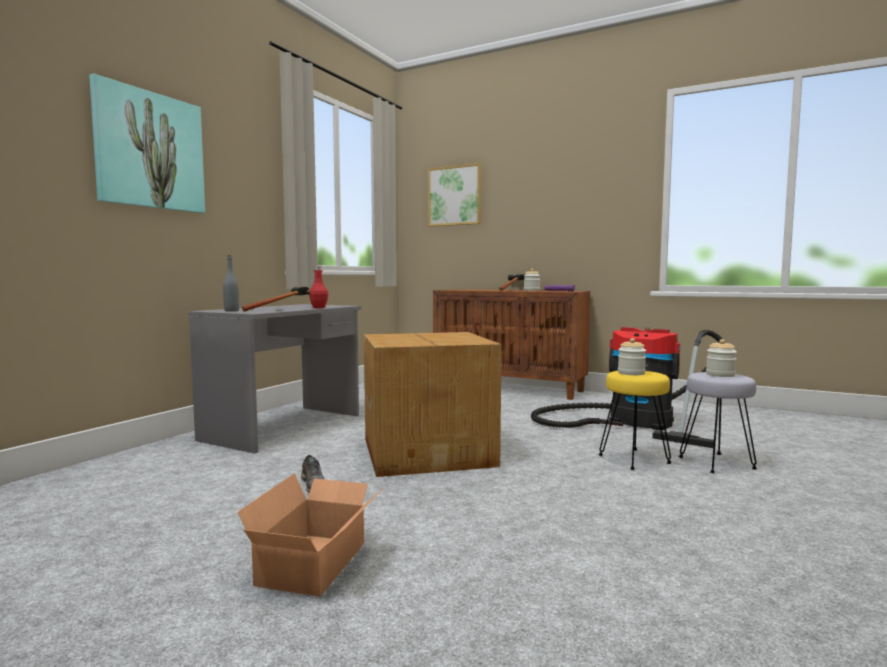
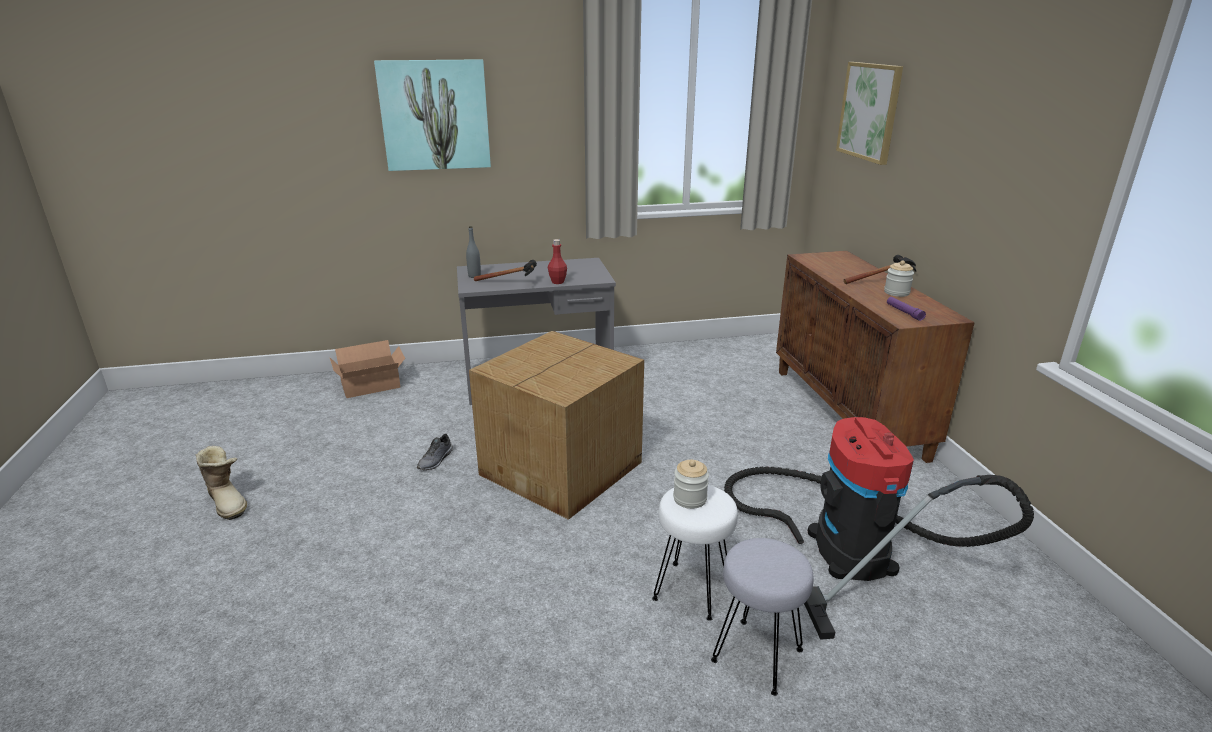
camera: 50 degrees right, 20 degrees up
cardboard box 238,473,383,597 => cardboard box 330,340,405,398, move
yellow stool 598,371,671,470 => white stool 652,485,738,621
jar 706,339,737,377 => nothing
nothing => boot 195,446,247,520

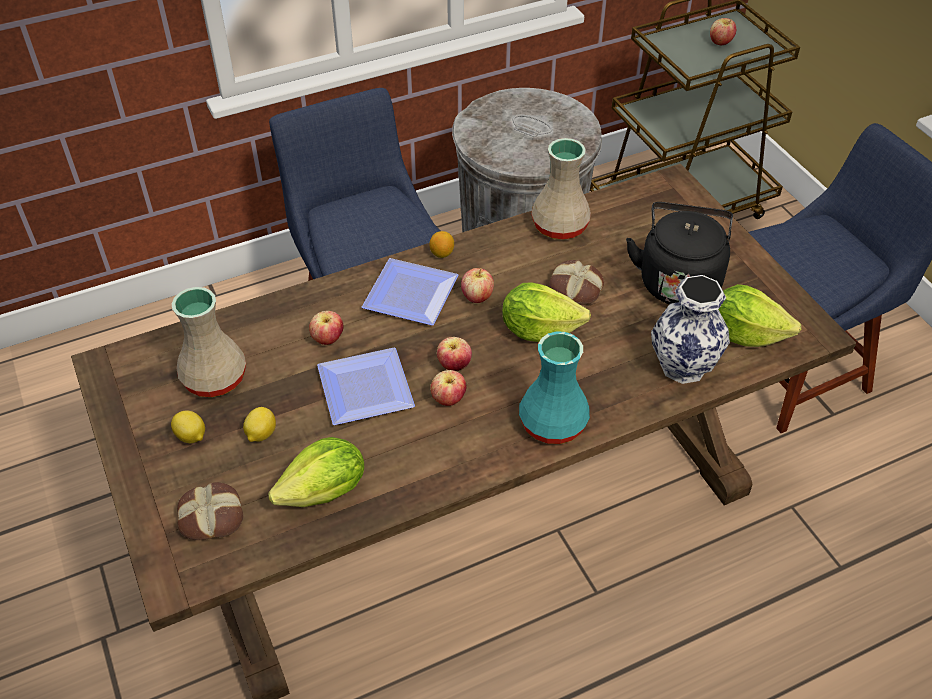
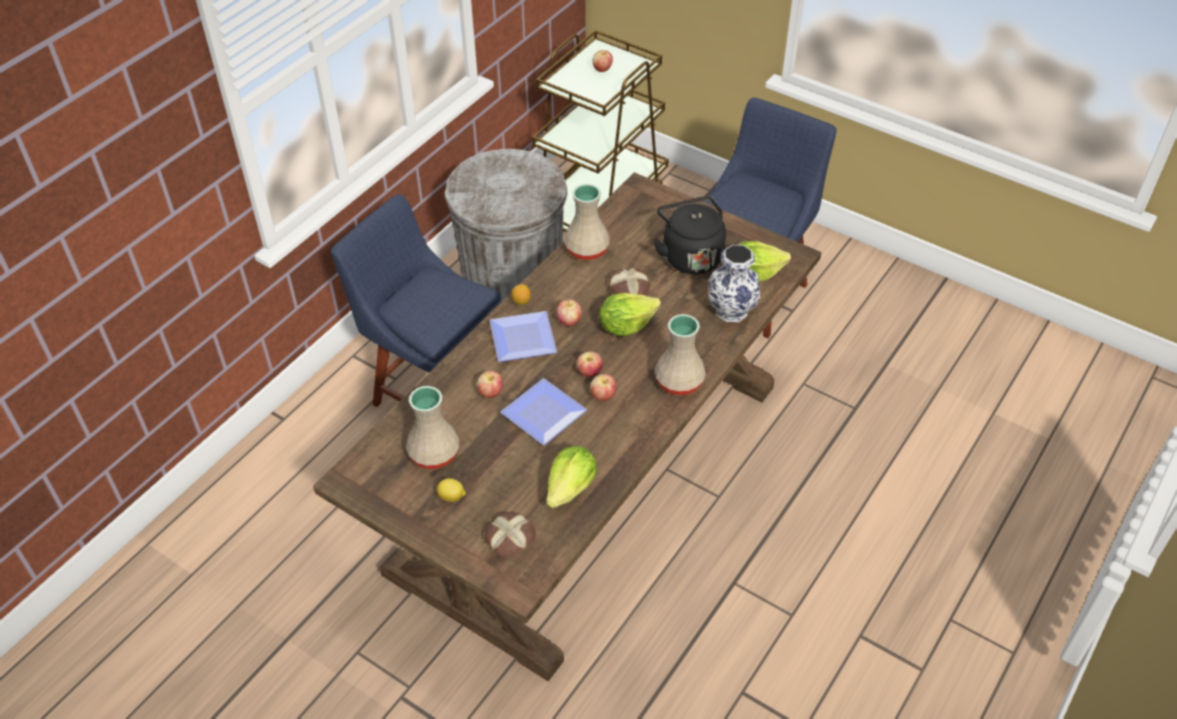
camera: 30 degrees left, 0 degrees up
lemon 243,407,276,442 => nothing
turquoise vase 519,331,590,444 => beige vase 655,314,706,395

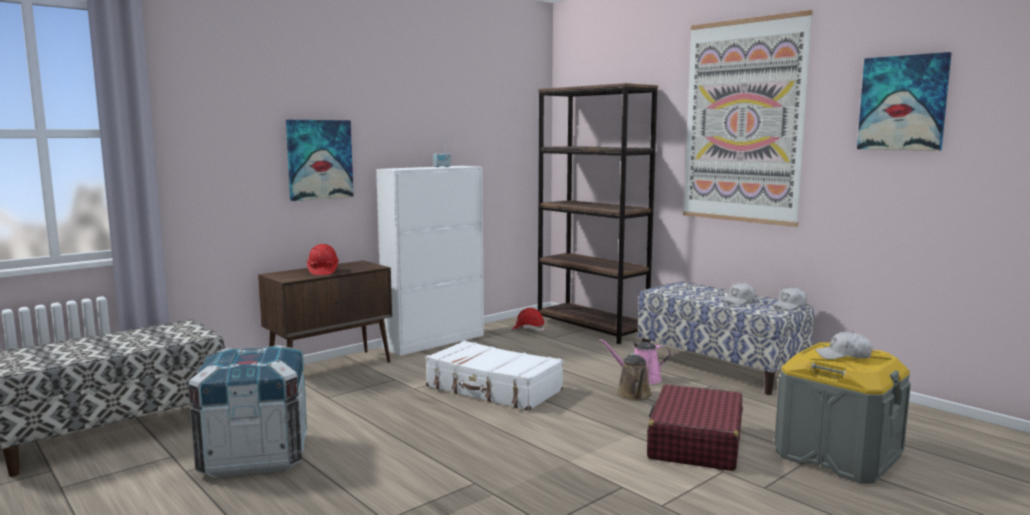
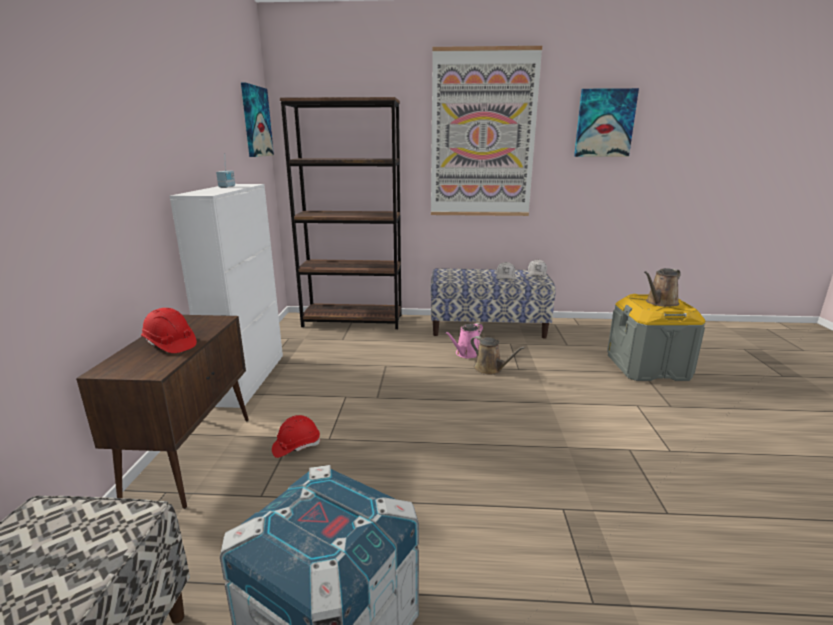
camera: 45 degrees left, 10 degrees up
picture 286,120,354,201 => picture 241,83,274,157, move
white suitcase 425,340,563,411 => nothing
red hard hat 512,308,545,331 => red hard hat 272,415,320,458, move
red suitcase 647,384,743,471 => nothing
white cap 815,331,872,359 => brown watering can 644,268,681,307

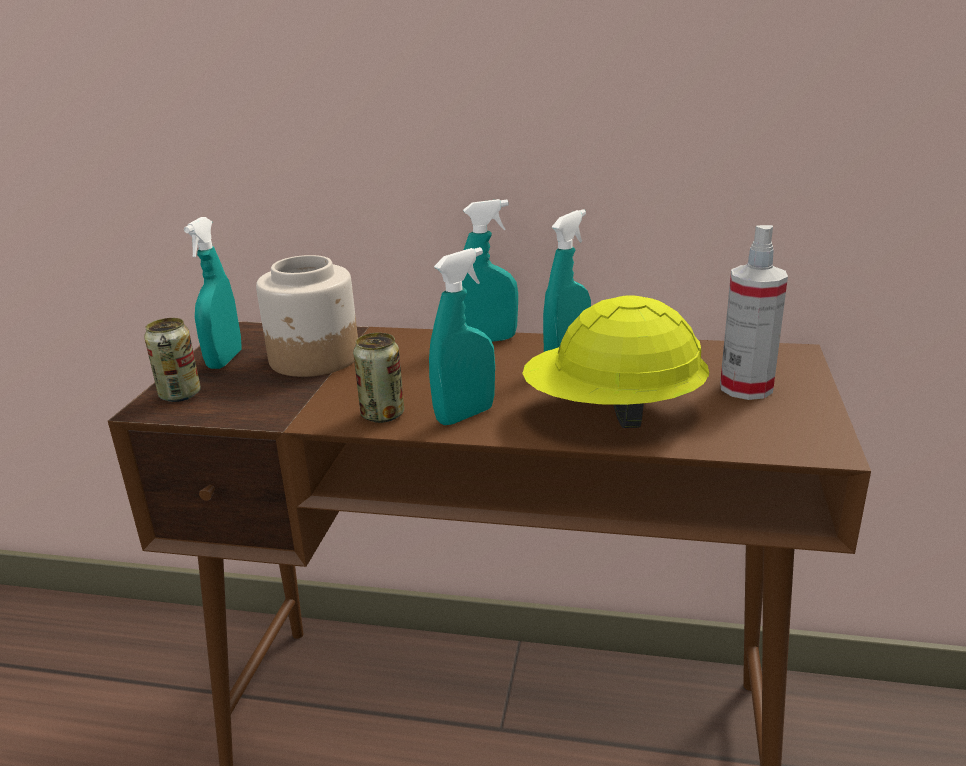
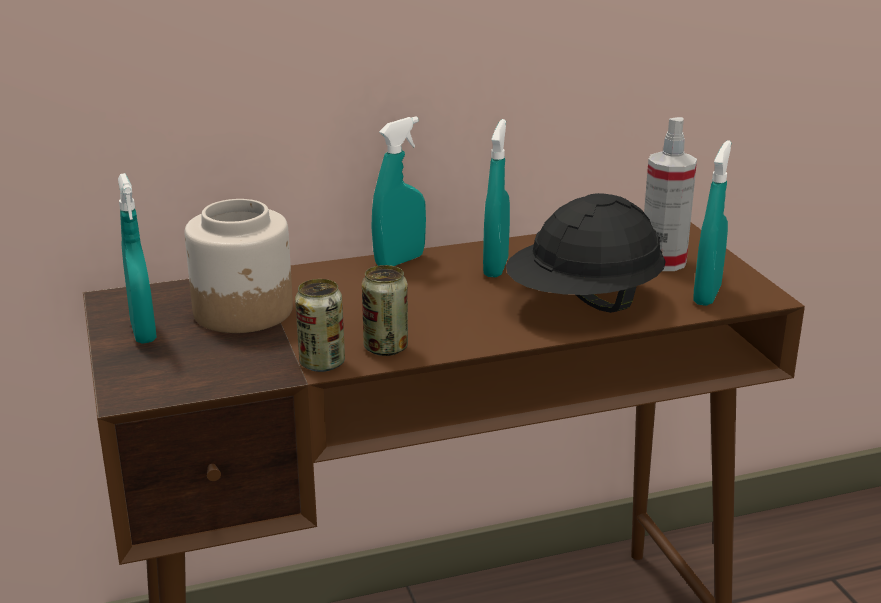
camera: 30 degrees left, 0 degrees up
can 144,318,201,402 => can 295,279,345,372, move
turquoise spray bottle 429,247,495,425 => turquoise spray bottle 693,140,731,306, move
yellow hard hat 522,295,709,428 => black hard hat 506,193,666,313

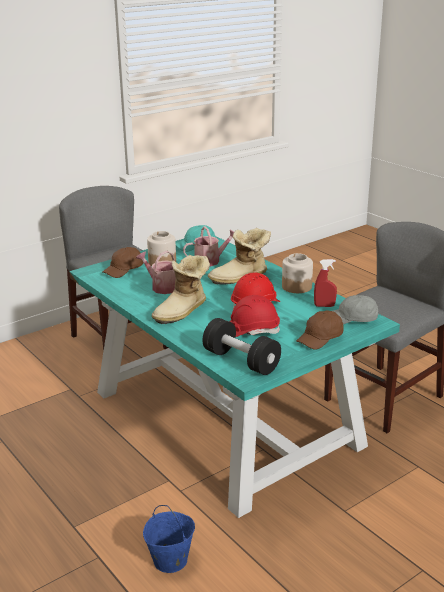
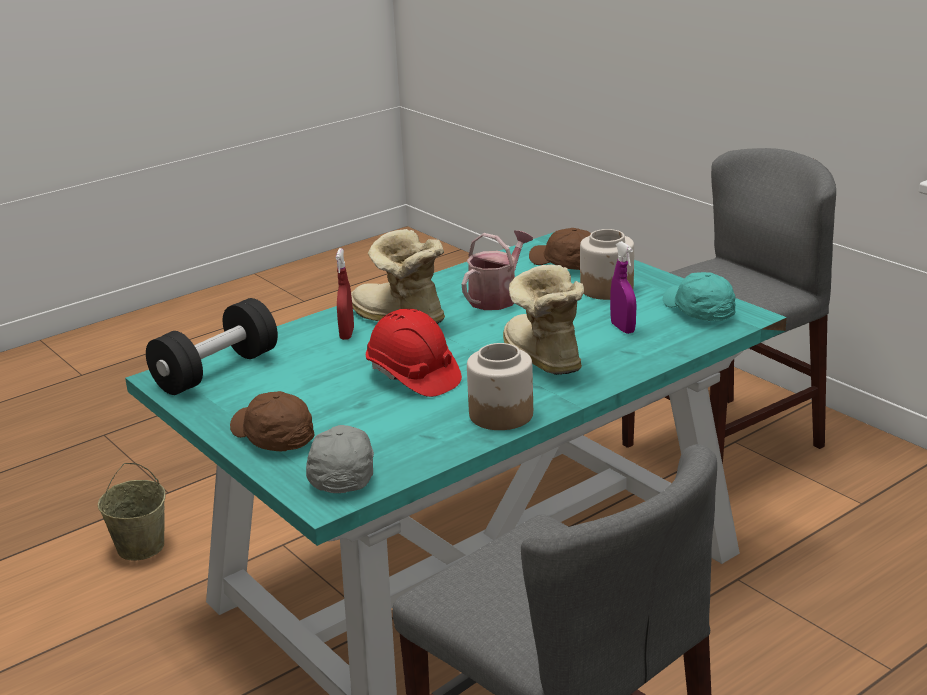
camera: 90 degrees right, 0 degrees up
blue bucket 143,505,195,573 => beige bucket 98,463,166,561
watering can 183,226,234,267 => purple spray bottle 610,241,637,334
red hard hat 229,295,280,337 => nothing
red spray bottle 314,259,337,307 => red spray bottle 336,248,354,340, move

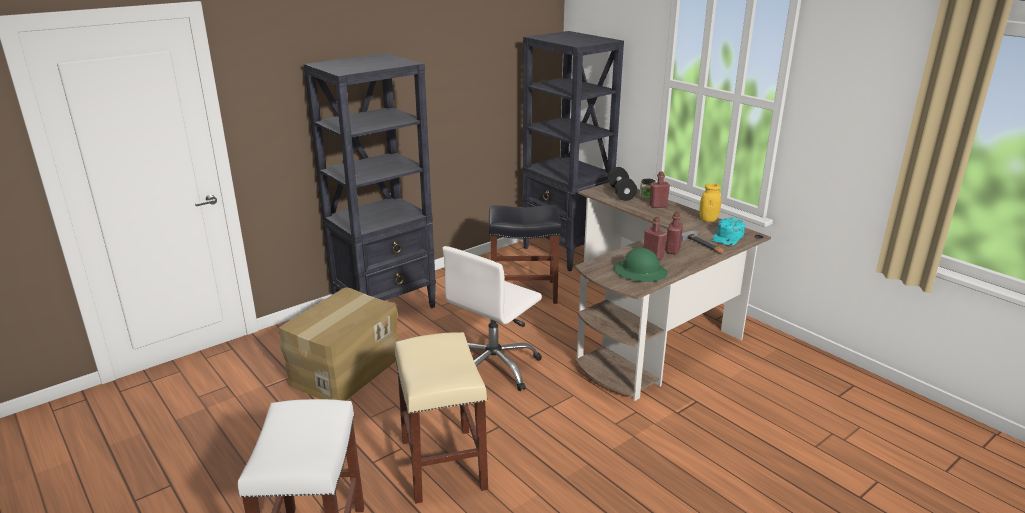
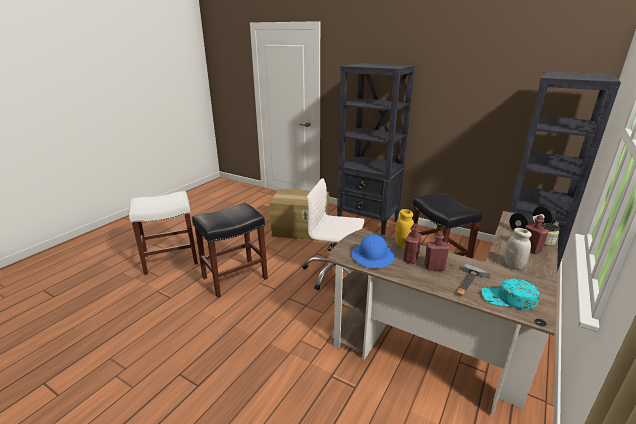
camera: 70 degrees right, 0 degrees up
beige stool 394,332,488,504 => black stool 192,203,268,298
green hard hat 614,248,668,282 => blue hard hat 352,234,395,268
yellow jar 700,183,721,222 => yellow jar 395,209,414,248, move
nothing => white jar 504,228,532,270

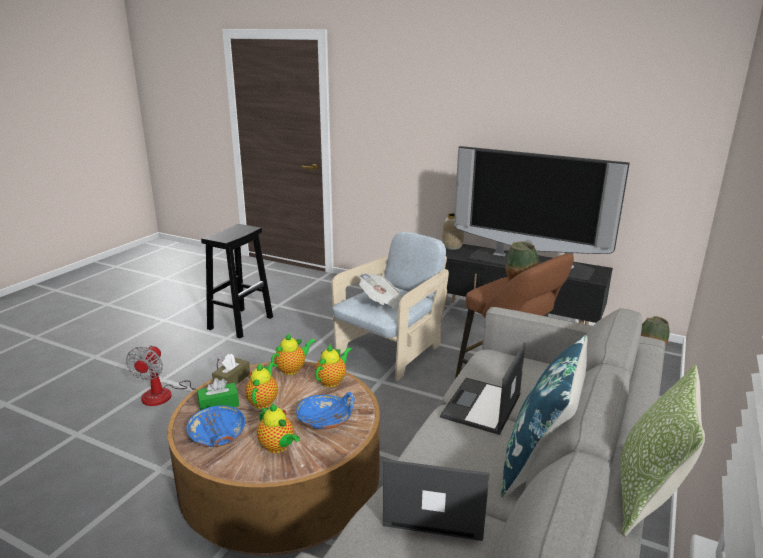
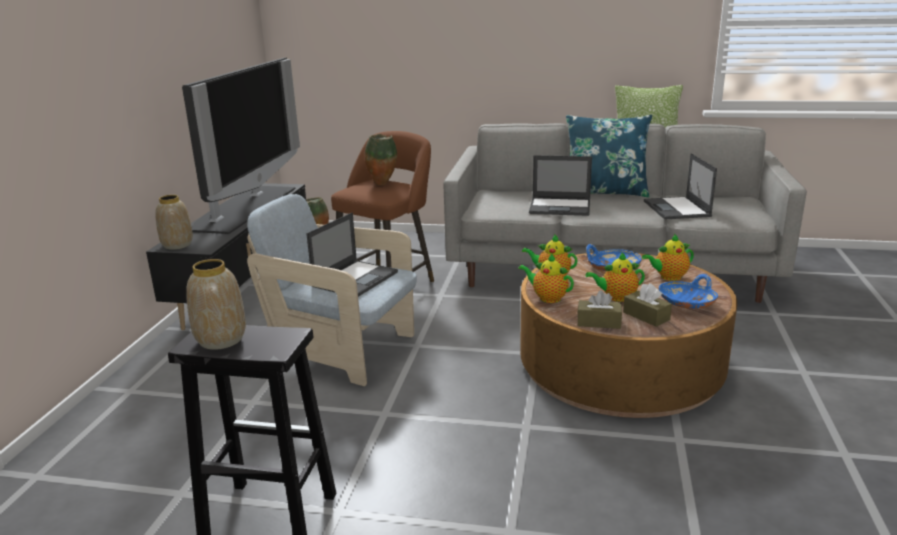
camera: 105 degrees left, 0 degrees up
fan 126,345,223,406 => nothing
green tissue box 197,378,239,410 => brown tissue box 623,283,672,327
teapot 257,404,300,453 => teapot 642,234,694,281, 135 degrees counterclockwise
newspaper 359,273,403,310 => laptop 306,212,398,297
nothing => vase 186,259,246,350

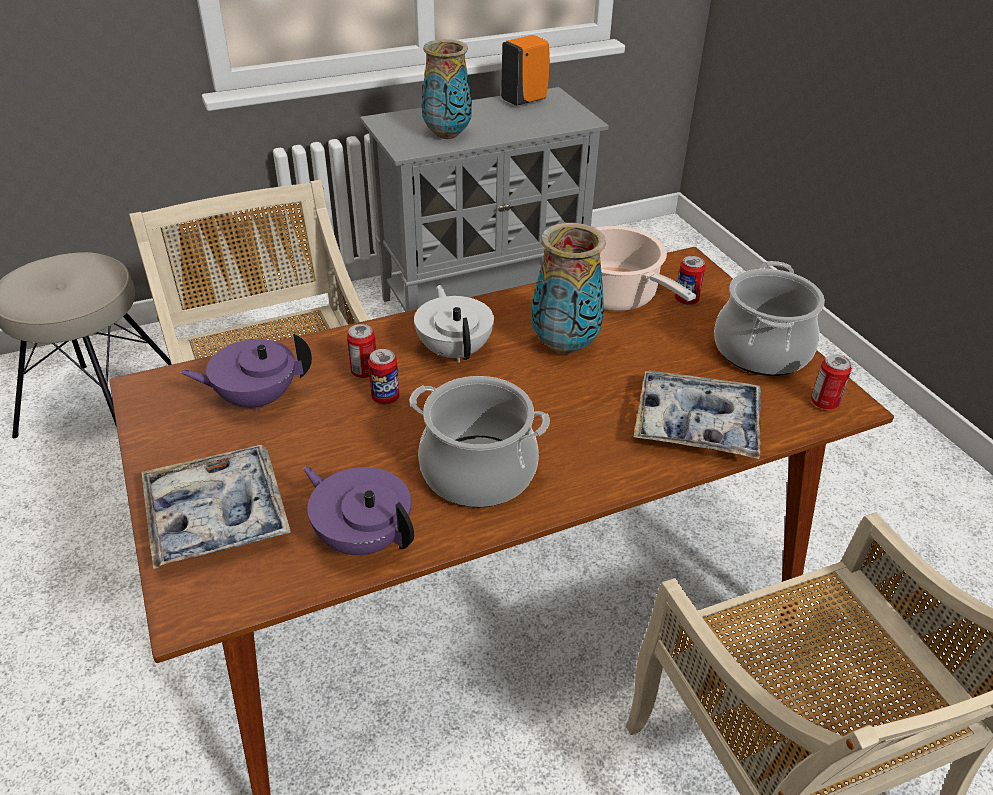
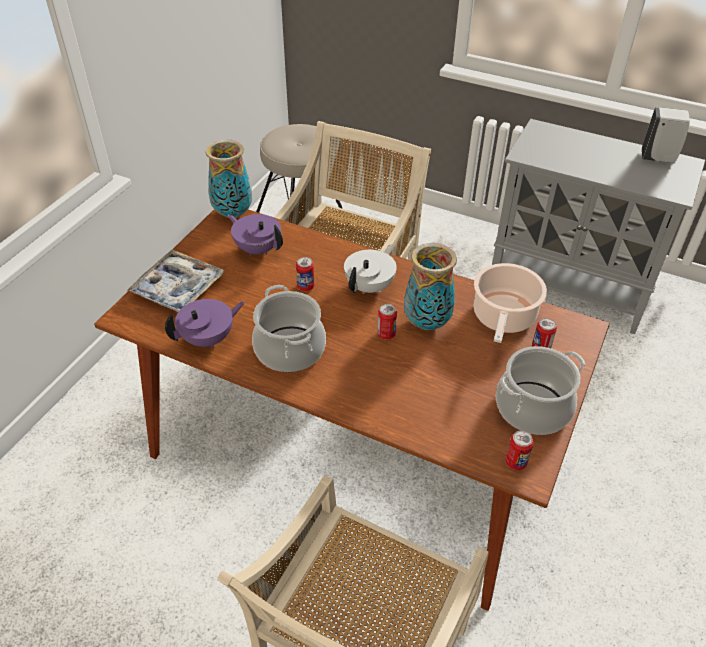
camera: 50 degrees right, 5 degrees up
purple teapot 304,467,414,555 => purple teapot 165,299,245,349, 60 degrees clockwise
can 347,324,376,378 => can 377,304,397,340, move
vase 421,39,472,139 => vase 205,139,252,218, move
orange soap dispenser 501,35,550,106 => white soap dispenser 642,107,690,163
tray 634,370,761,459 => nothing

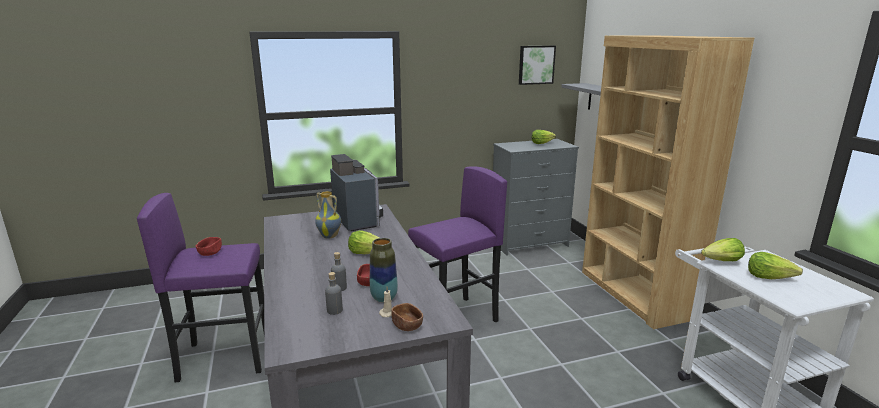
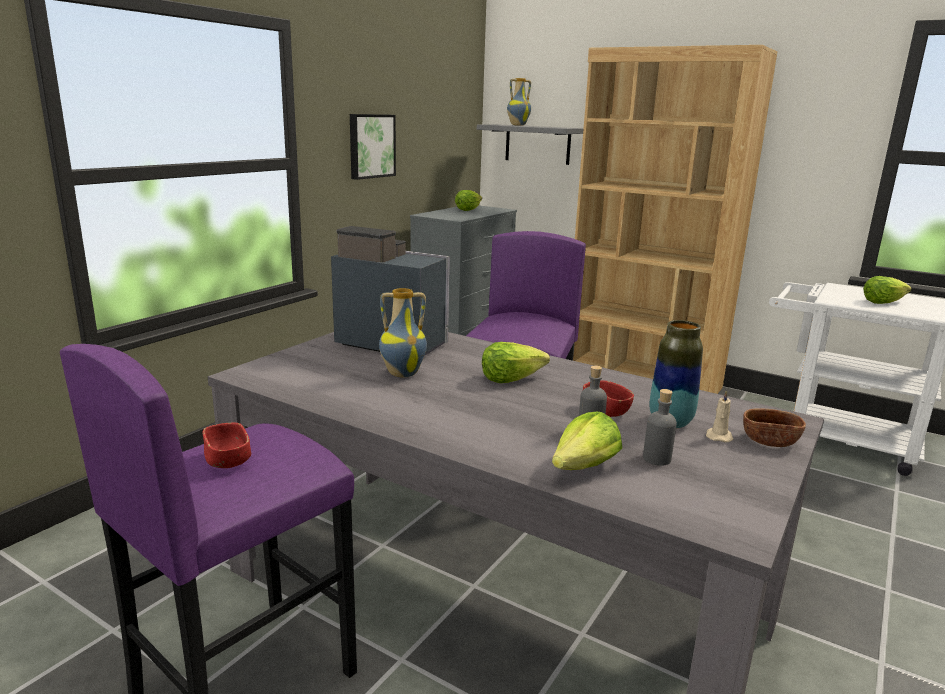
camera: 40 degrees left, 0 degrees up
picture 519,46,556,85 => picture 350,114,396,180, move
lettuce 701,238,745,261 => lettuce 552,412,622,470, move
nothing => vase 507,78,531,126

